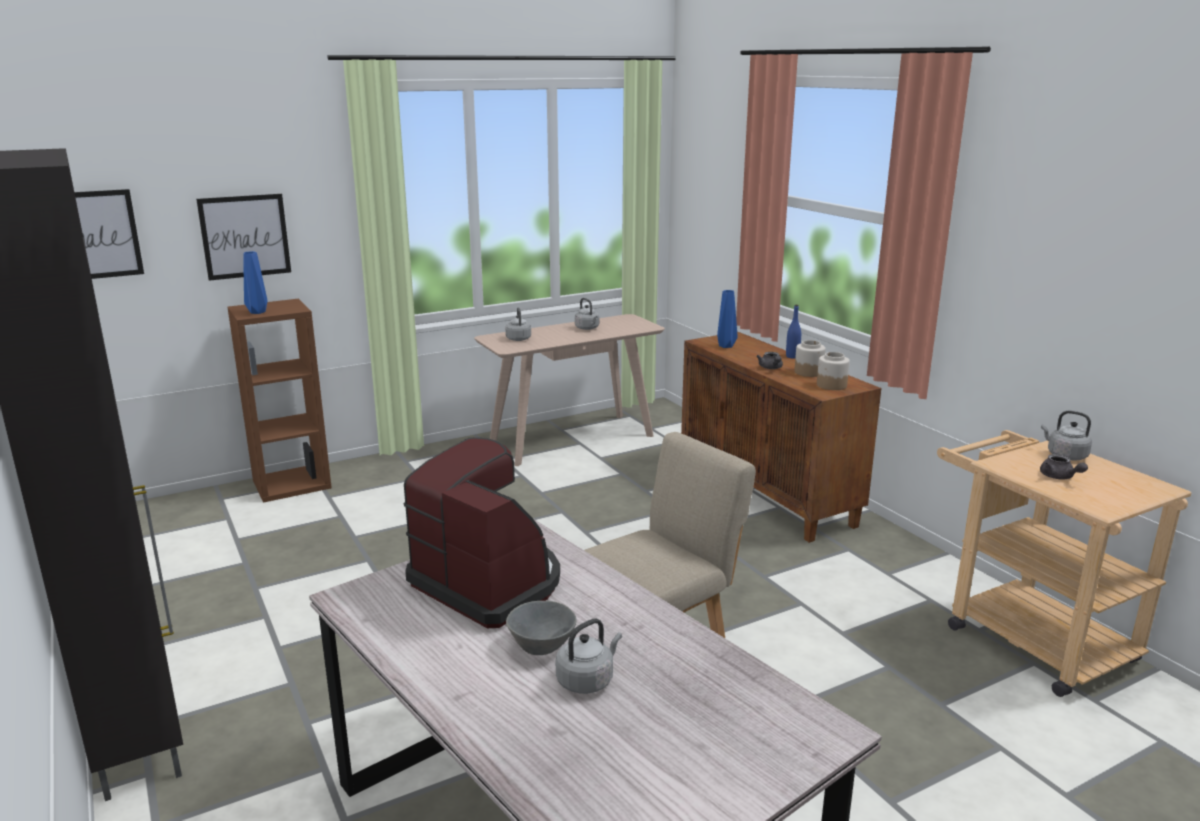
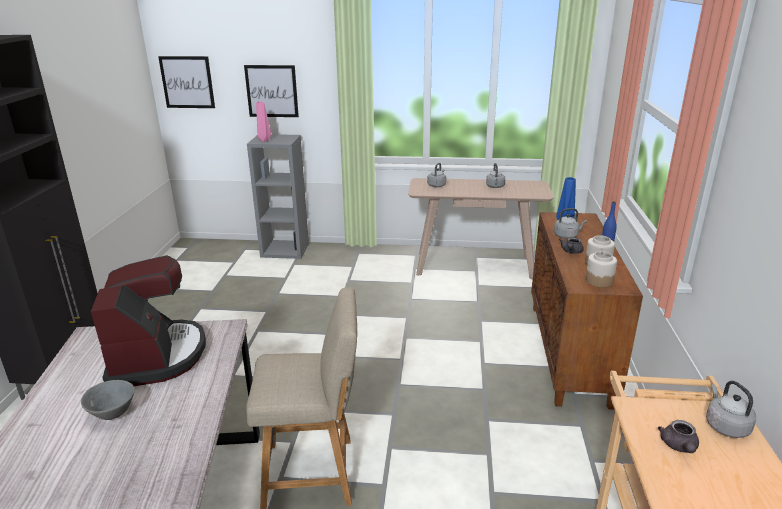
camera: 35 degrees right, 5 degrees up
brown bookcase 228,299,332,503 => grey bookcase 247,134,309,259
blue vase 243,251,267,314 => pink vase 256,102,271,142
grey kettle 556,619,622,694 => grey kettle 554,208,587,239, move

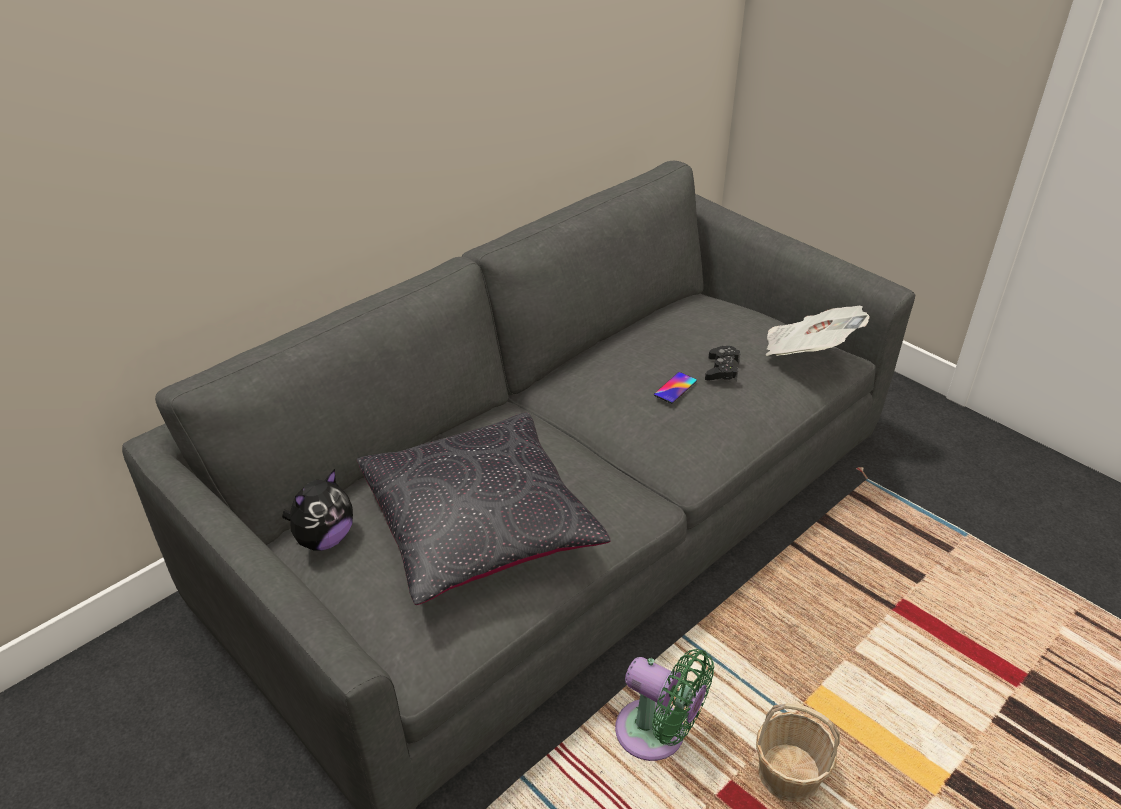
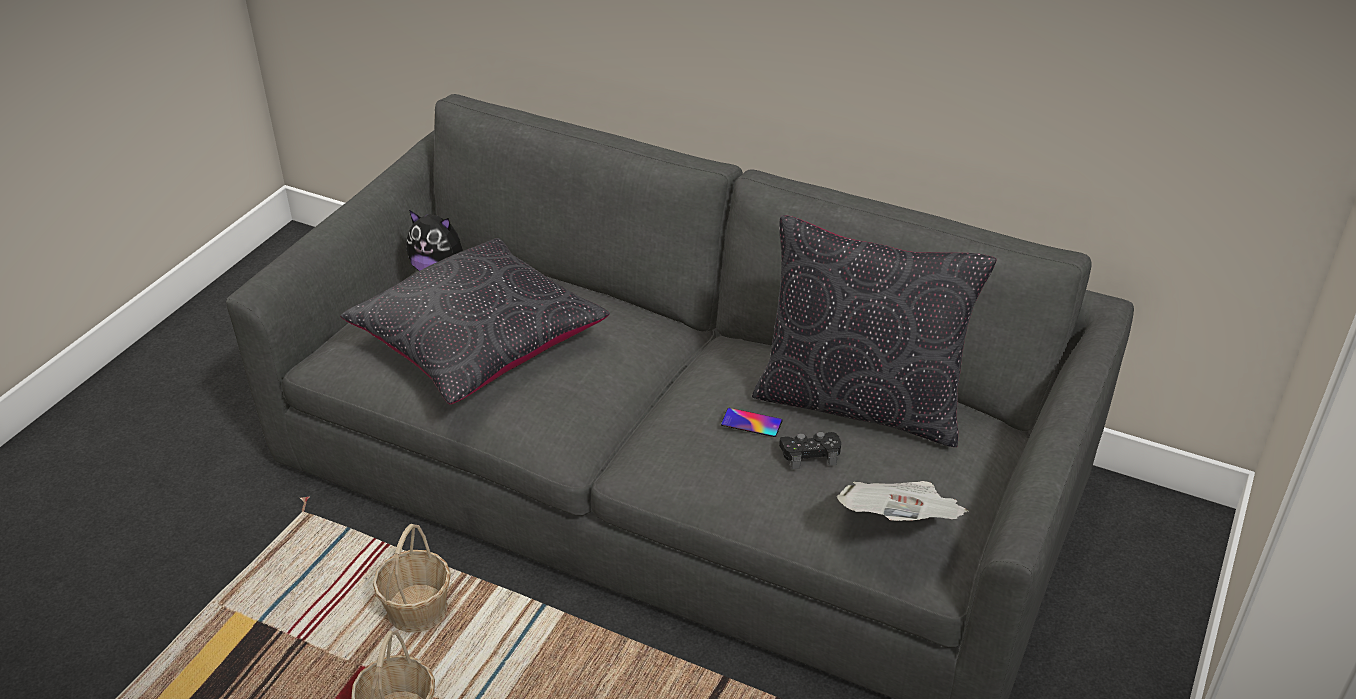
camera: 70 degrees right, 0 degrees up
green fan 615,649,714,761 => basket 373,524,451,633
nothing => black pillow 752,215,997,447

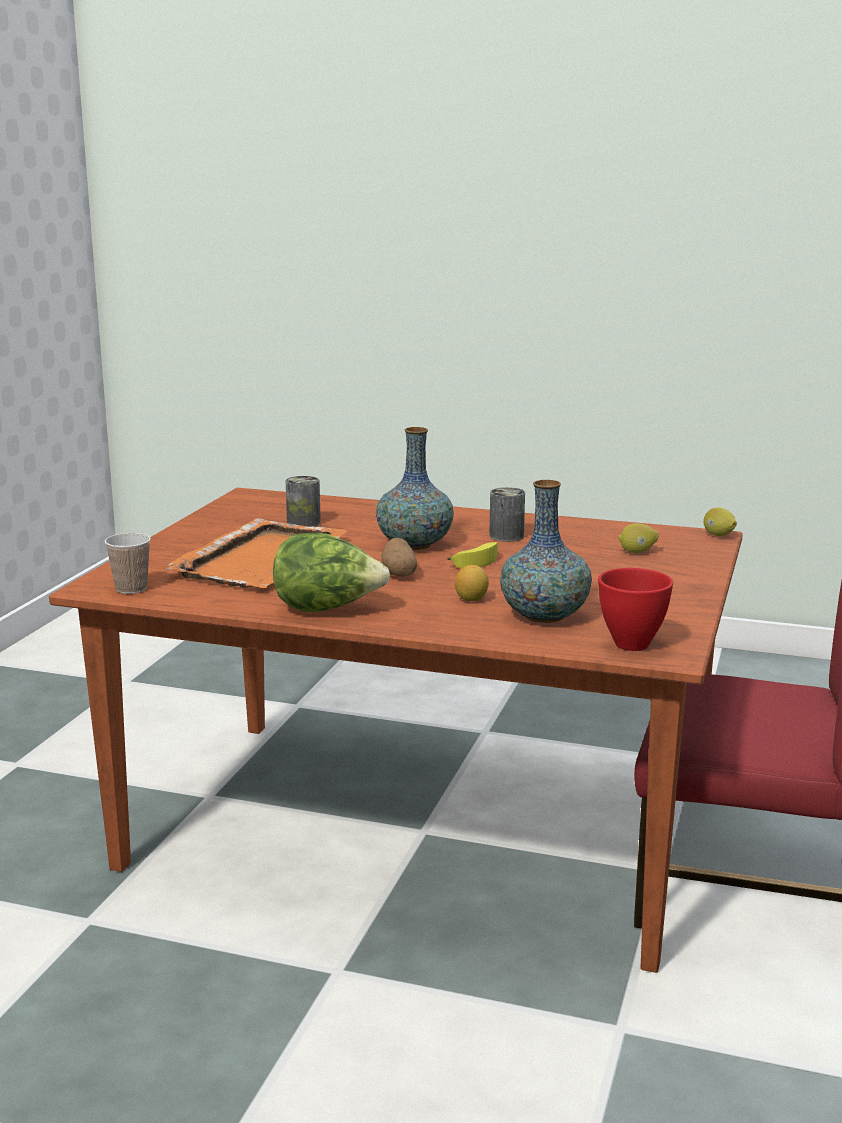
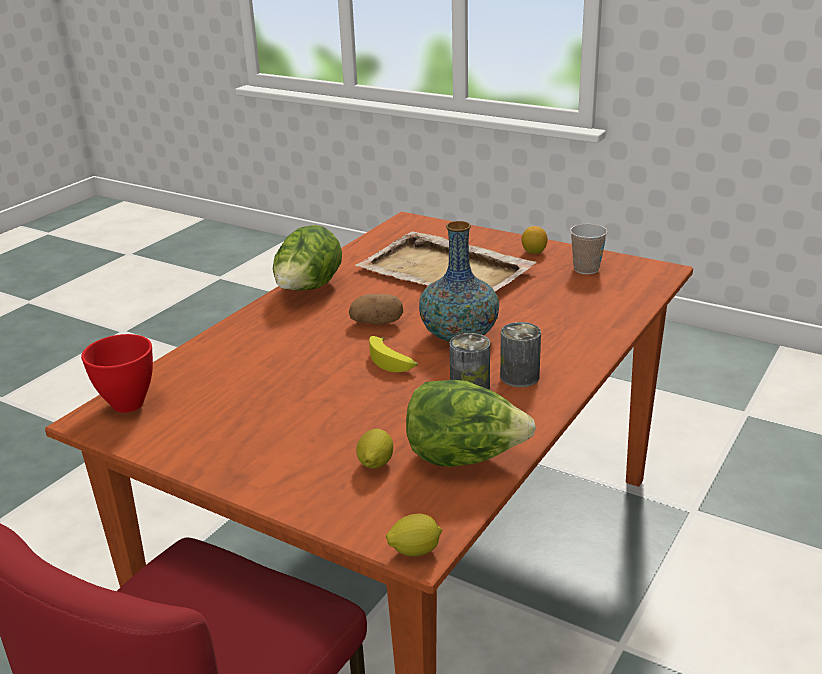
camera: 105 degrees right, 10 degrees up
cup 104,533,151,594 => cup 570,224,607,274, move
orange tray 163,518,347,588 => beige tray 355,231,537,291
can 286,476,321,527 => can 500,322,541,387, move
lemon 455,565,489,601 => lemon 522,226,548,254, move
vase 500,480,592,623 => nothing
nothing => lettuce 406,380,536,467

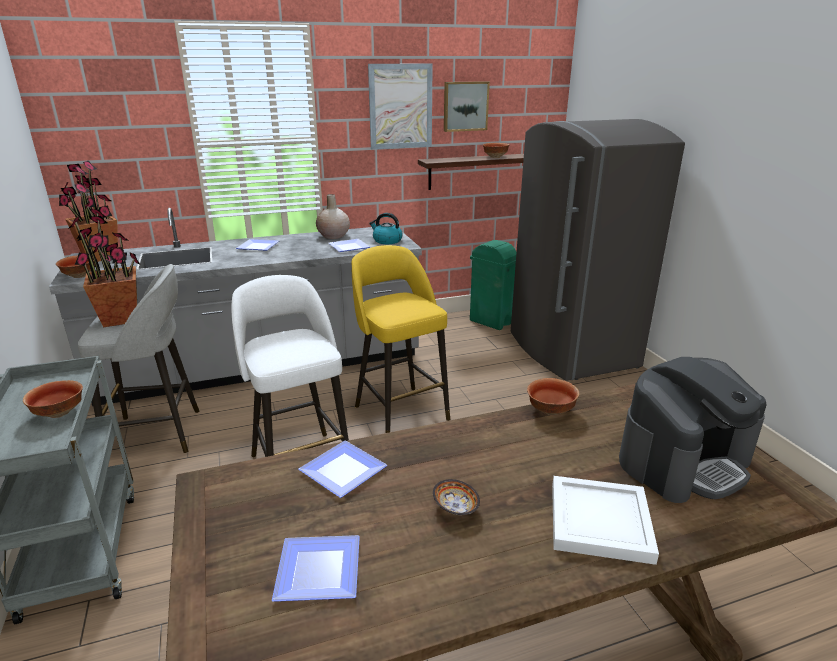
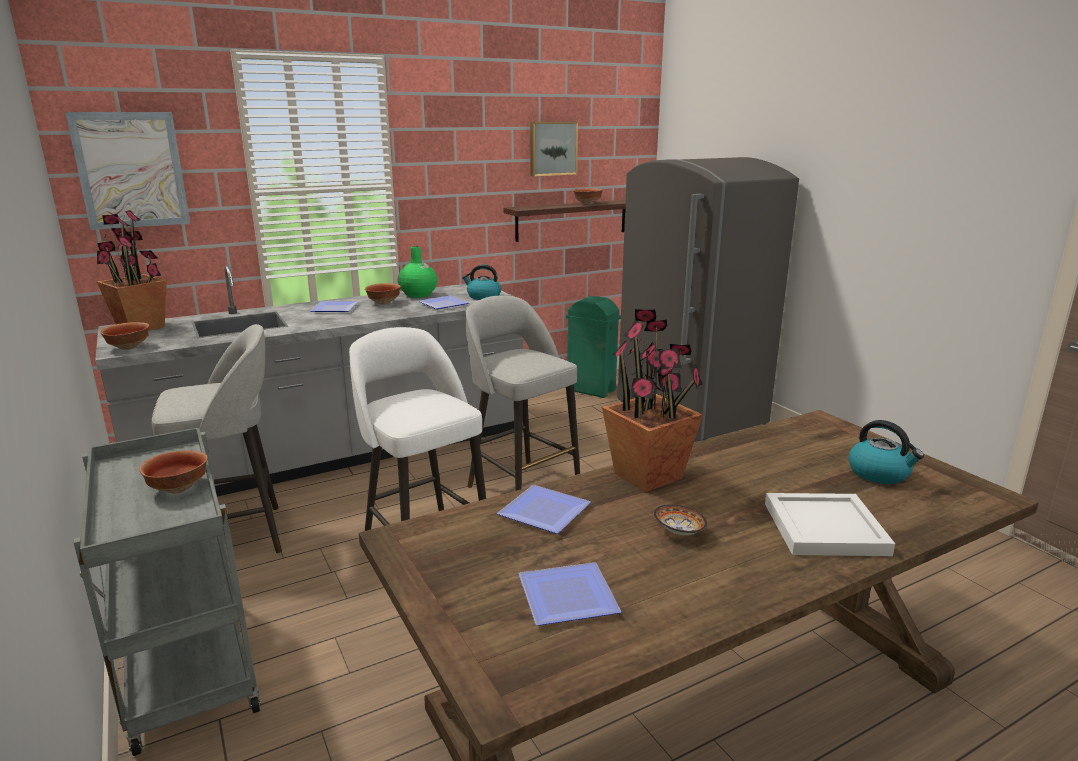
camera: 10 degrees left, 5 degrees down
potted plant 68,209,141,327 => potted plant 602,309,703,492, move
beige vase 316,194,350,239 => green vase 398,246,437,298
yellow stool 351,245,450,433 => grey stool 465,296,580,491
picture 368,64,433,149 => picture 65,112,190,230, move
bowl 527,378,580,416 => bowl 365,283,401,305, move
coffee machine 619,357,766,503 => kettle 848,420,924,484

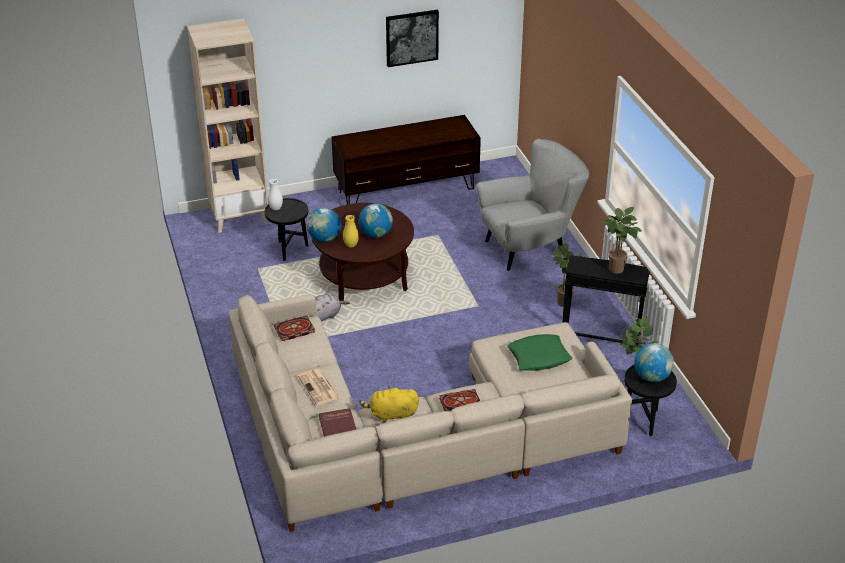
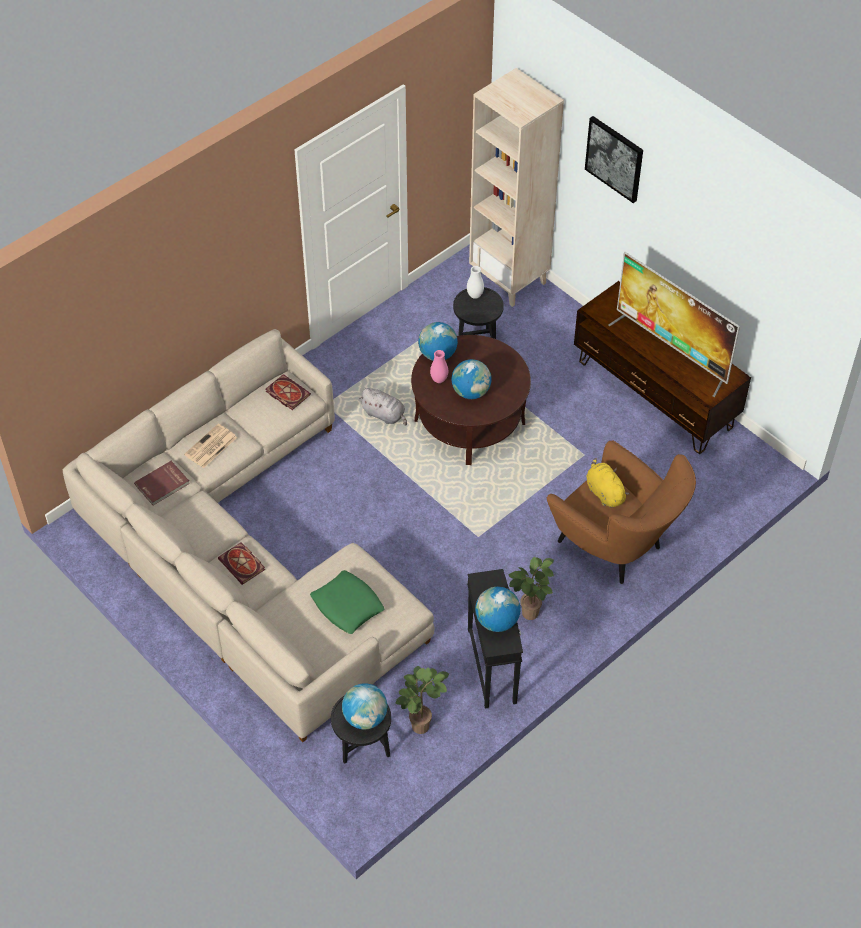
camera: 65 degrees right, 15 degrees up
yellow vase 343,215,359,248 => pink vase 430,350,448,383
yellow plush toy 359,385,419,422 => yellow plush toy 586,458,629,507, move
picture 386,10,439,67 => picture 585,116,643,203, move
grey armchair 476,139,589,271 => brown armchair 547,440,696,584
potted plant 602,207,642,274 => globe 475,587,521,632
nothing => television 609,252,740,397

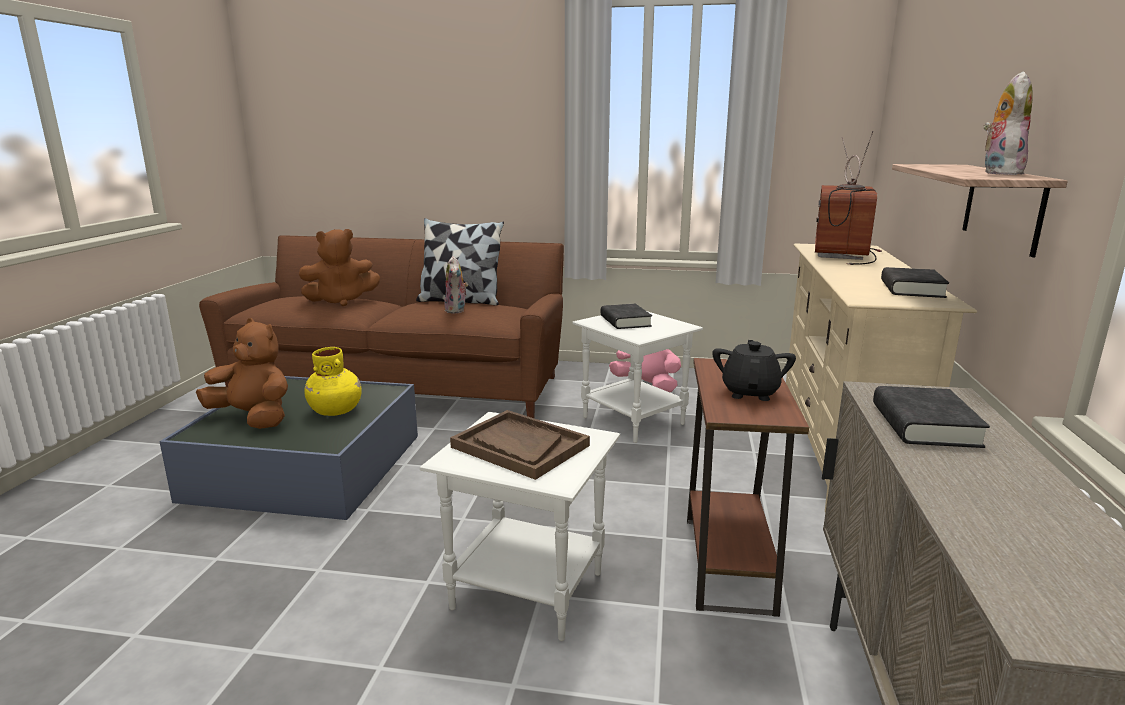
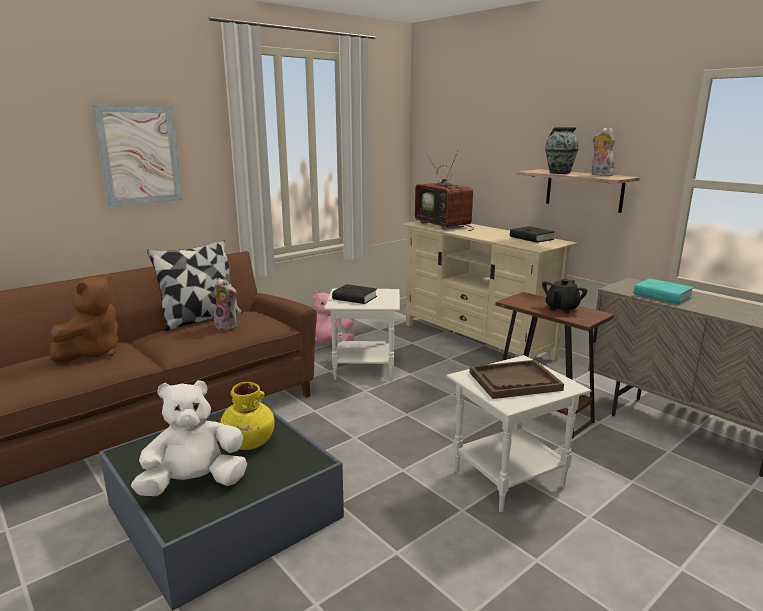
camera: 50 degrees left, 0 degrees up
brown plush toy 196,318,288,429 => white plush toy 131,380,247,496
black teapot 712,340,796,401 => black teapot 542,279,587,313, 105 degrees counterclockwise
black book 873,386,990,448 => turquoise book 634,278,694,304
nothing => picture 92,105,183,207
nothing => vase 545,127,579,174

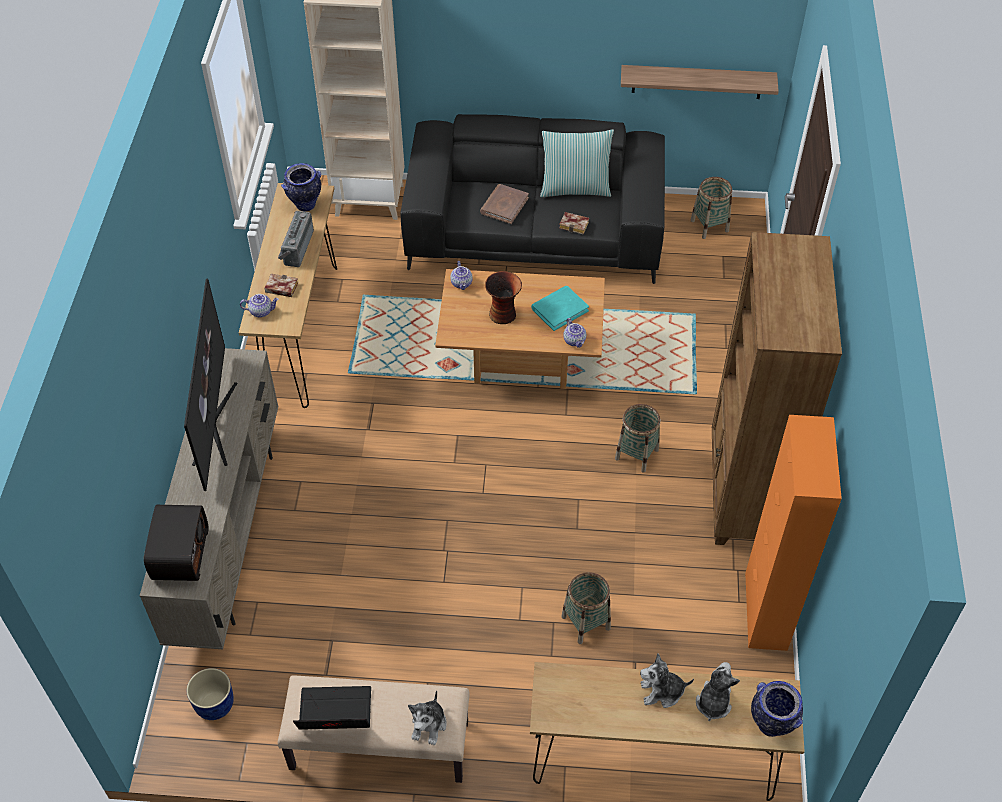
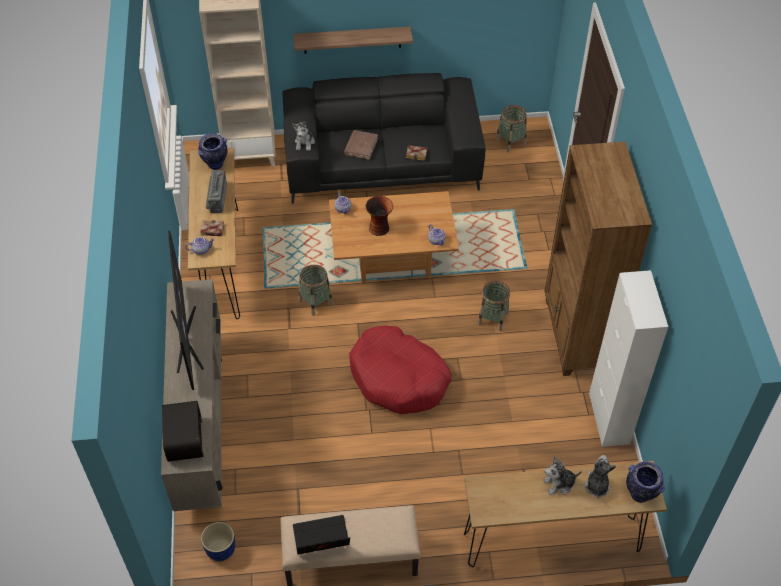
camera: 10 degrees left, 0 degrees up
plush toy 408,690,447,745 => plush toy 292,121,315,151, move
turquoise book 531,286,589,331 => nothing
pillow 540,129,614,197 => nothing
basket 562,572,611,644 => basket 299,265,333,316, move
shelf 621,65,779,99 => shelf 293,27,413,54, move
orange cabinet 745,415,842,651 => white cabinet 589,270,668,447
nothing => red dog bed 349,326,451,414

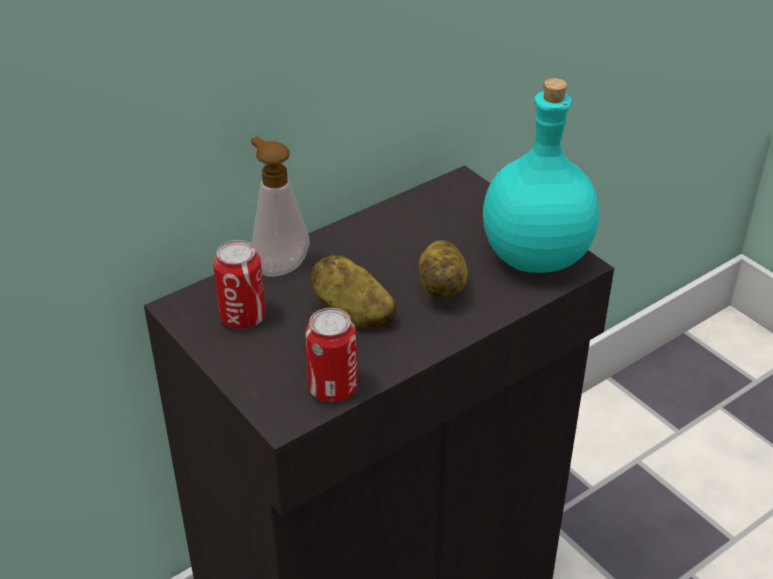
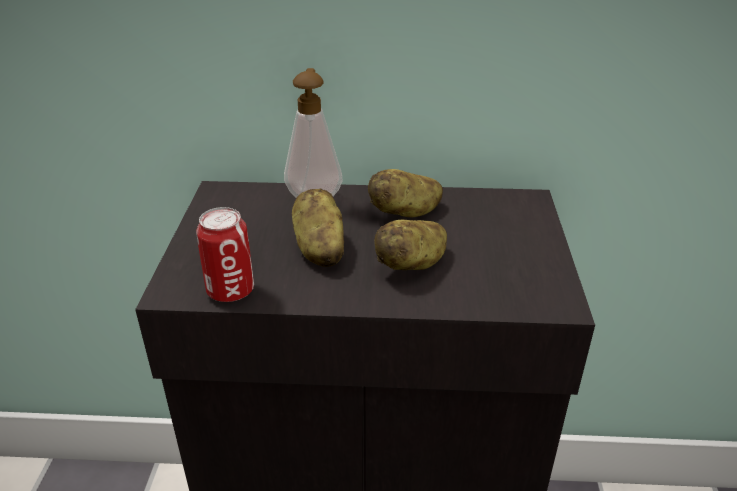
camera: 40 degrees right, 5 degrees down
can 213,240,266,329 => nothing
turquoise bottle 483,78,599,273 => nothing
nothing => potato 368,169,443,217

